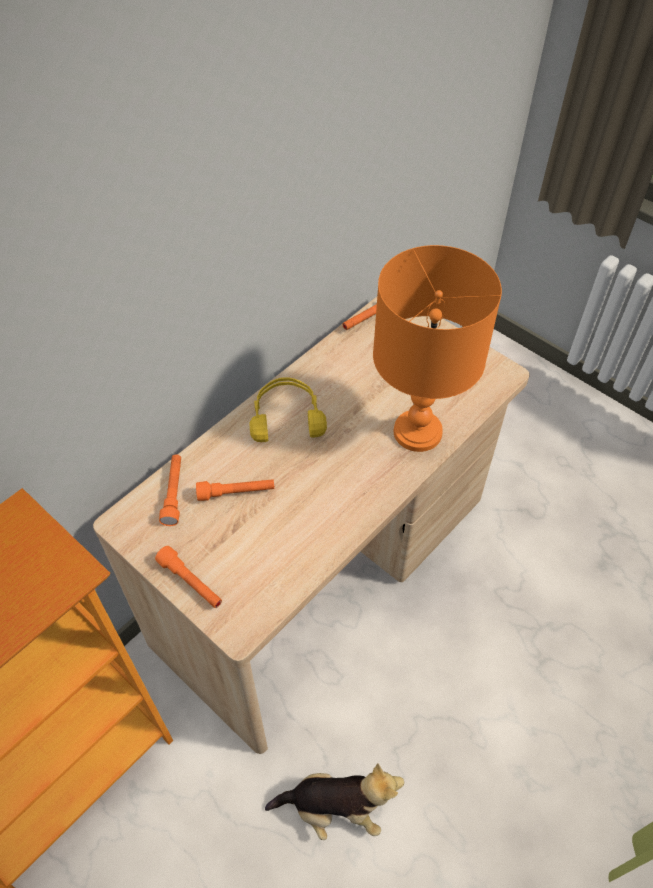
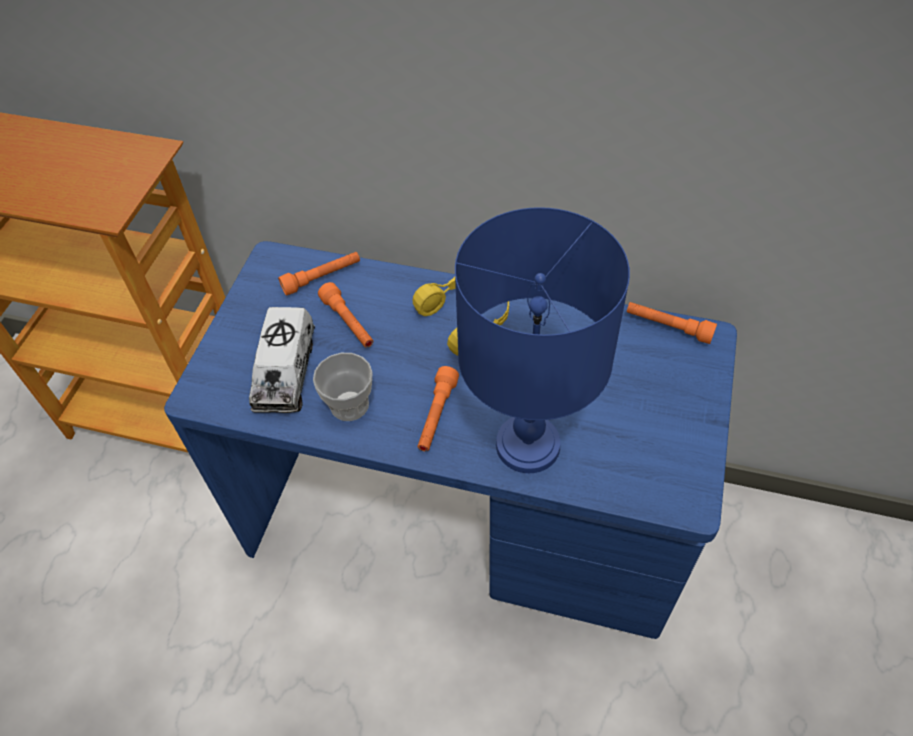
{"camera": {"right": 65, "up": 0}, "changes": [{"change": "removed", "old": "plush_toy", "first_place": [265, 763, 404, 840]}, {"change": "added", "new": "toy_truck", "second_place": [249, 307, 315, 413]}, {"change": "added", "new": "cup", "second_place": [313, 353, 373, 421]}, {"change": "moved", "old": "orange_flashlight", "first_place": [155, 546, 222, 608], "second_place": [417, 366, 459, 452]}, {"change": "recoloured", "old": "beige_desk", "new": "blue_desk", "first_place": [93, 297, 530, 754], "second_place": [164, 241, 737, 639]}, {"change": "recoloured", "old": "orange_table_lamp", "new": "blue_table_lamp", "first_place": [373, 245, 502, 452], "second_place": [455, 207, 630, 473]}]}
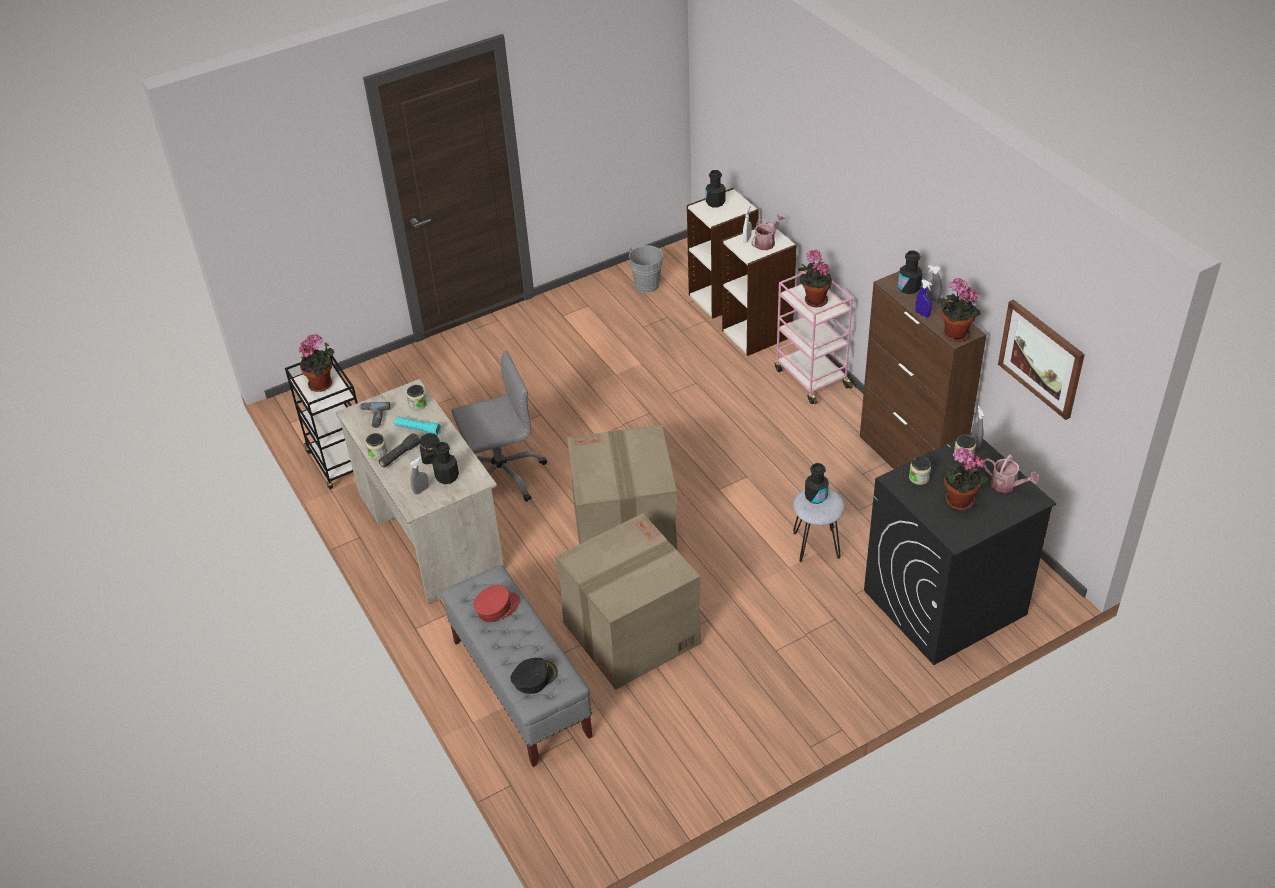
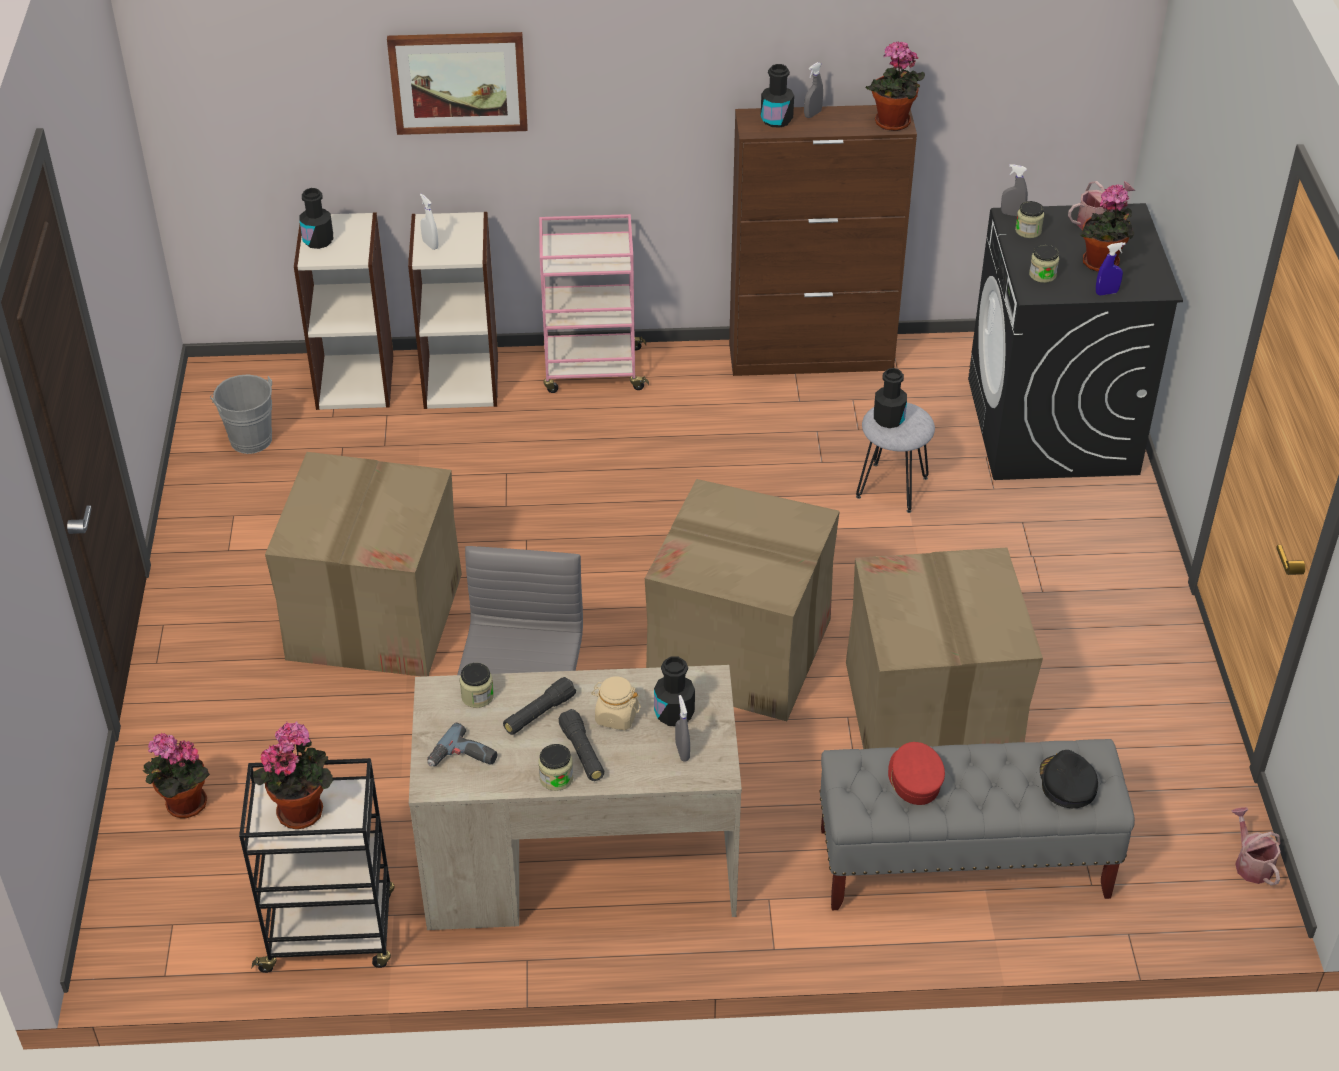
{"camera": {"right": -65, "up": 0}, "changes": [{"change": "added", "new": "cardboard_box", "second_place": [265, 452, 462, 677]}, {"change": "moved", "old": "watering_can", "first_place": [751, 214, 785, 250], "second_place": [1232, 807, 1281, 886]}, {"change": "moved", "old": "potted_plant", "first_place": [798, 249, 832, 307], "second_place": [143, 733, 210, 818]}, {"change": "moved", "old": "blue_spray_bottle", "first_place": [915, 279, 932, 318], "second_place": [1096, 242, 1126, 295]}, {"change": "moved", "old": "picture", "first_place": [998, 299, 1085, 420], "second_place": [387, 32, 528, 135]}, {"change": "recoloured", "old": "turquoise_flashlight", "new": "black_flashlight", "first_place": [395, 417, 441, 435], "second_place": [503, 677, 576, 735]}, {"change": "recoloured", "old": "black_jar", "new": "beige_jar", "first_place": [420, 432, 440, 464], "second_place": [591, 676, 641, 730]}]}
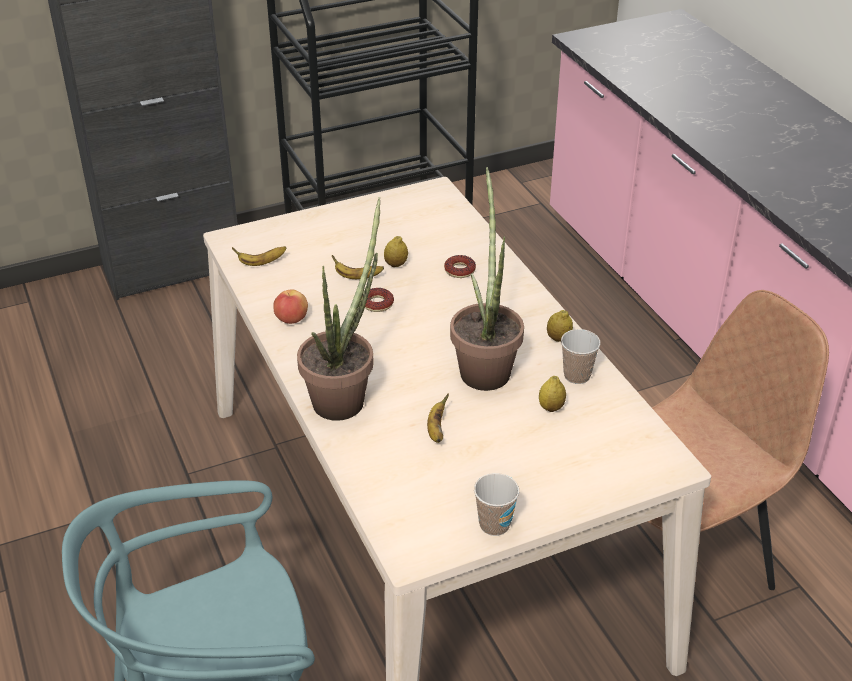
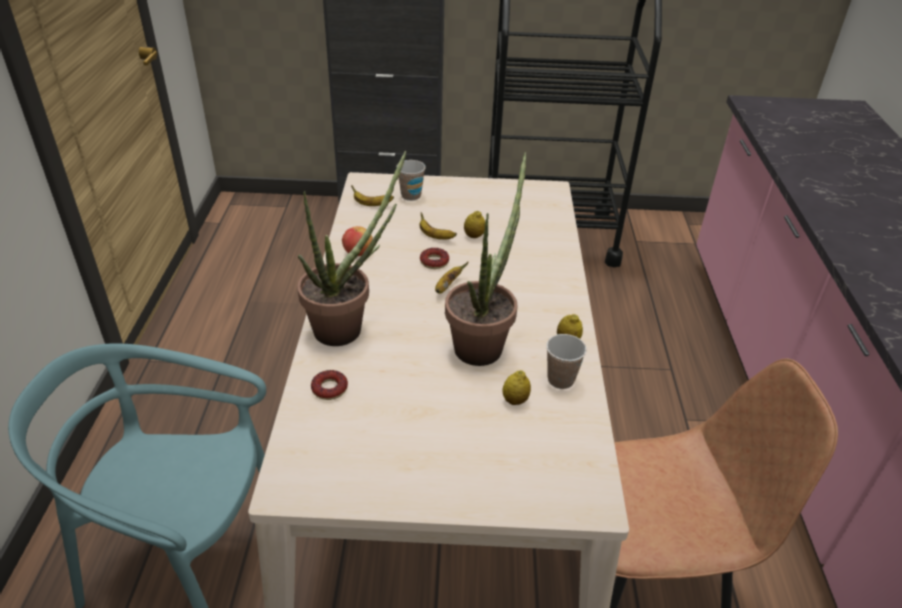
{"camera": {"right": 25, "up": 0}, "changes": [{"change": "moved", "old": "banana", "first_place": [427, 393, 449, 443], "second_place": [435, 262, 468, 294]}, {"change": "moved", "old": "donut", "first_place": [444, 255, 476, 278], "second_place": [311, 370, 348, 400]}, {"change": "moved", "old": "cup", "first_place": [474, 473, 519, 536], "second_place": [396, 160, 426, 201]}]}
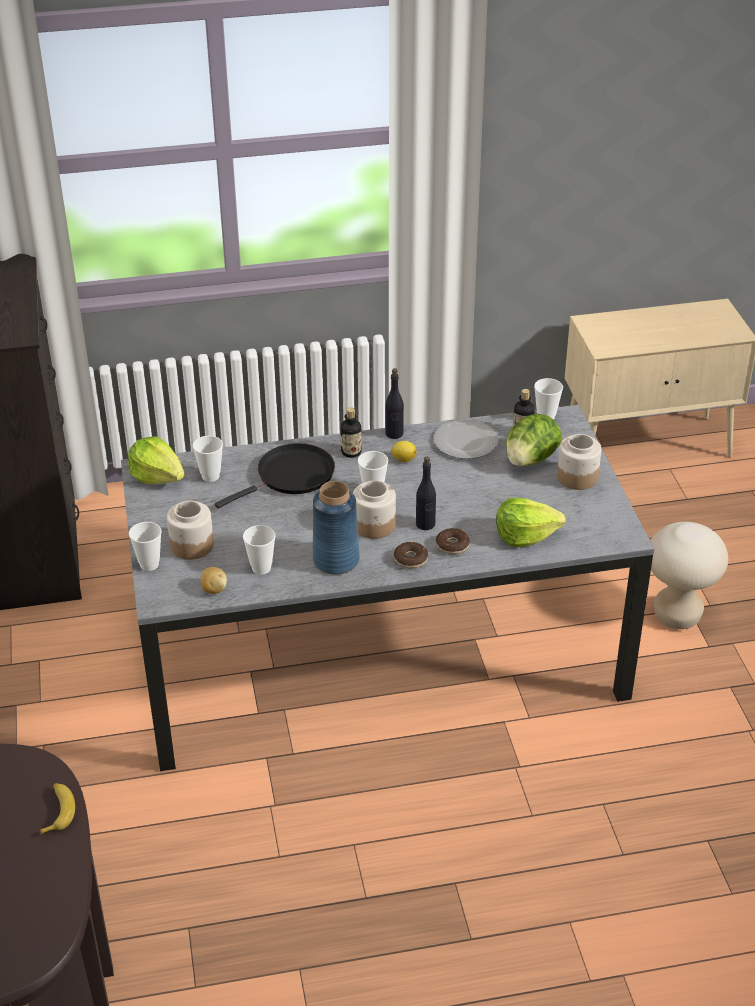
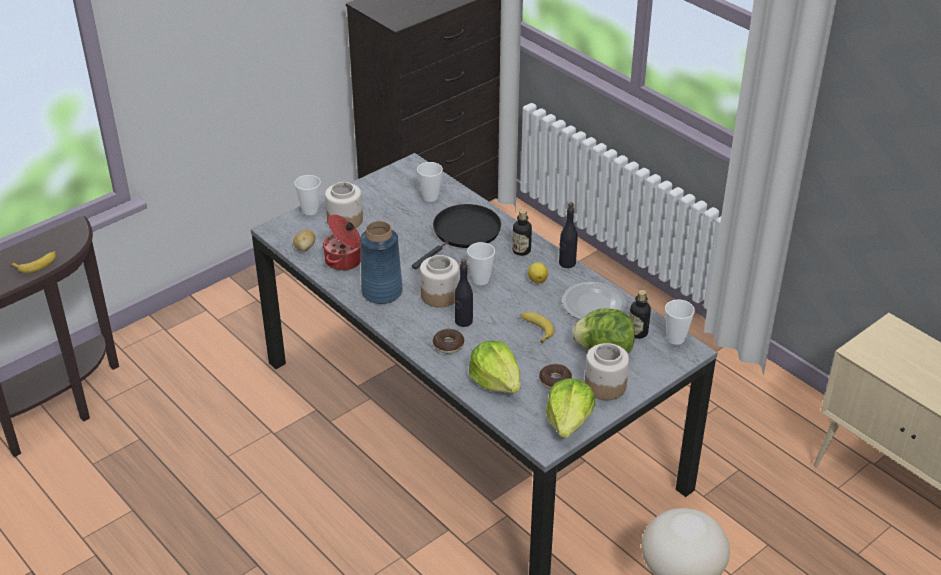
{"camera": {"right": 60, "up": 0}, "changes": [{"change": "added", "new": "banana", "second_place": [521, 312, 554, 344]}, {"change": "moved", "old": "lettuce", "first_place": [128, 437, 185, 484], "second_place": [546, 378, 595, 438]}, {"change": "moved", "old": "donut", "first_place": [394, 542, 428, 569], "second_place": [539, 364, 572, 389]}, {"change": "replaced", "old": "cup", "new": "cooking_pot", "first_place": [243, 525, 276, 575], "second_place": [323, 215, 361, 271]}, {"change": "turned", "old": "black_frying_pan", "first_place": [215, 443, 335, 508], "second_place": [412, 204, 501, 269], "degrees": -75}]}
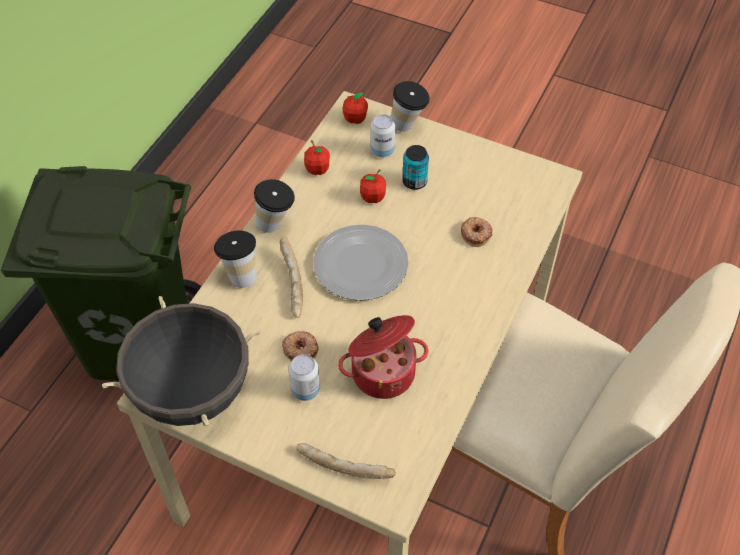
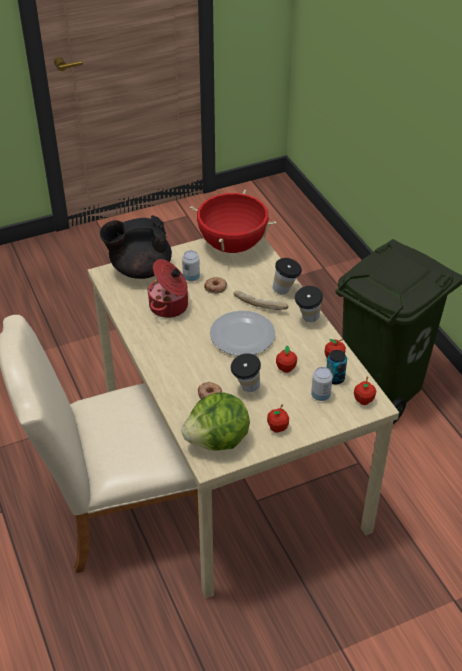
{"camera": {"right": 130, "up": -10}, "changes": [{"change": "added", "new": "lettuce", "second_place": [182, 392, 250, 451]}, {"change": "added", "new": "apple", "second_place": [267, 404, 289, 433]}, {"change": "moved", "old": "cup", "first_place": [391, 81, 430, 132], "second_place": [231, 353, 261, 392]}, {"change": "moved", "old": "can", "first_place": [402, 145, 429, 190], "second_place": [326, 350, 347, 385]}, {"change": "replaced", "old": "bread", "new": "black_teapot", "first_place": [296, 443, 396, 480], "second_place": [100, 215, 172, 279]}, {"change": "recoloured", "old": "black_cooking_pot", "new": "red_cooking_pot", "first_place": [102, 296, 260, 426], "second_place": [190, 190, 276, 253]}]}
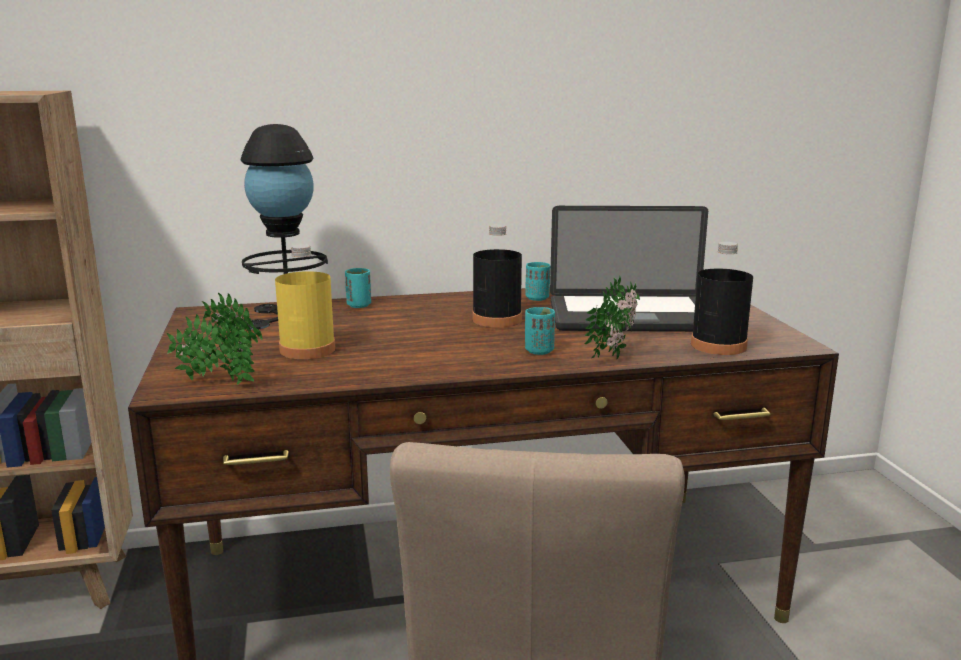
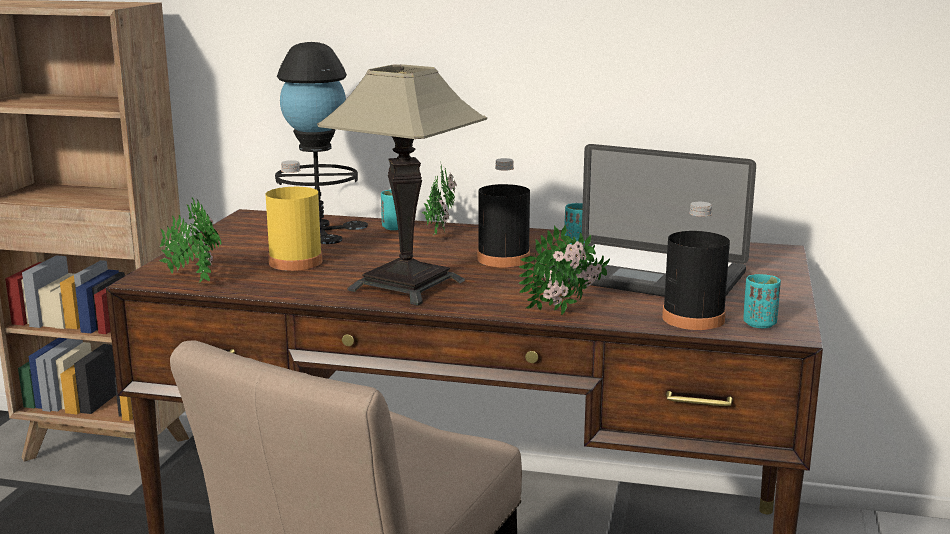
{"camera": {"right": 25, "up": 0}, "changes": [{"change": "added", "new": "table_lamp", "second_place": [317, 64, 487, 306]}, {"change": "added", "new": "potted_plant", "second_place": [421, 161, 457, 235]}, {"change": "moved", "old": "turquoise_cup", "first_place": [525, 307, 555, 355], "second_place": [744, 274, 781, 328]}]}
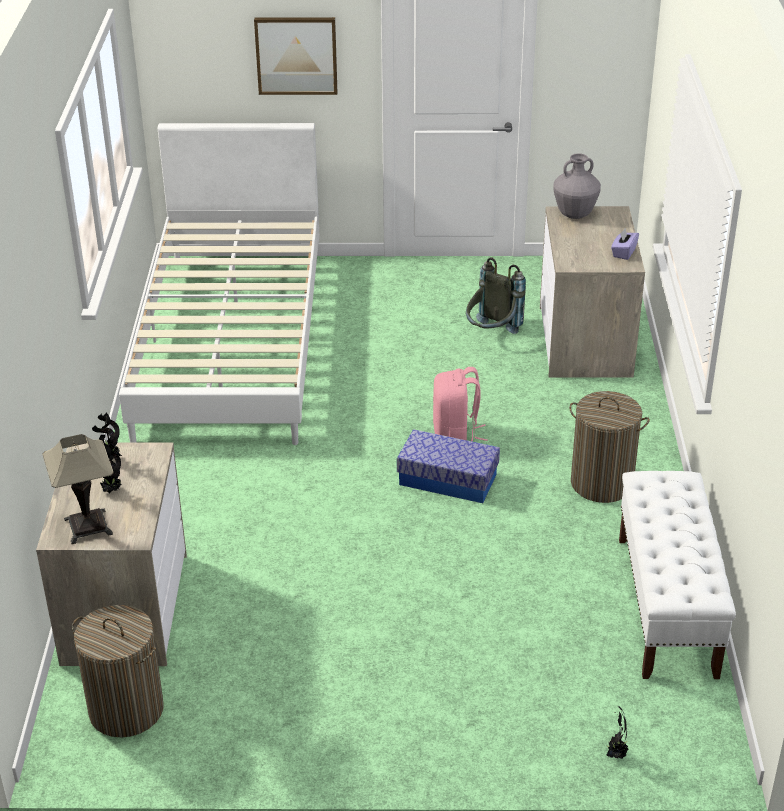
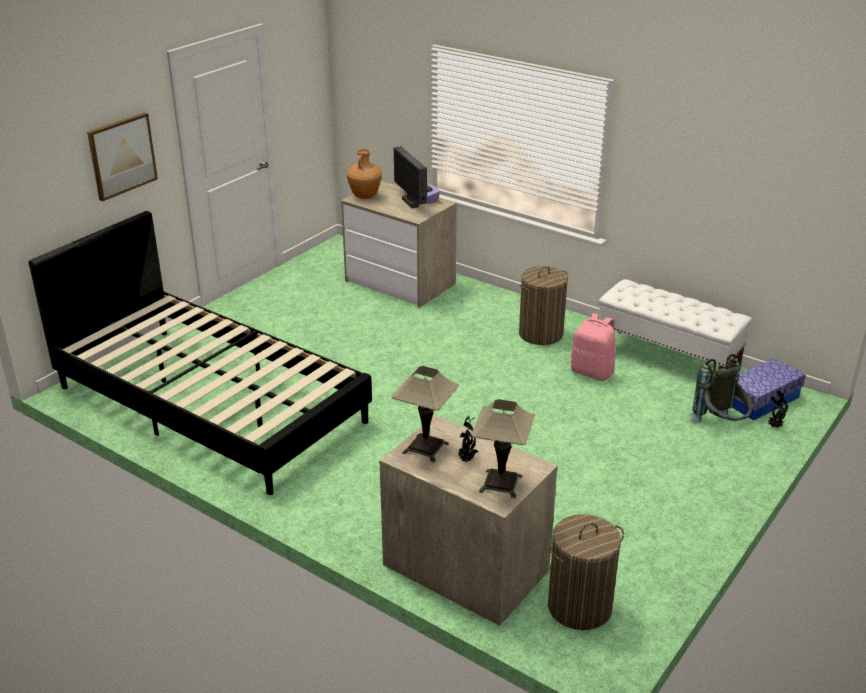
{"camera": {"right": -55, "up": -5}, "changes": [{"change": "added", "new": "monitor", "second_place": [394, 146, 427, 208]}, {"change": "moved", "old": "storage_box", "first_place": [397, 429, 500, 503], "second_place": [732, 358, 806, 421]}, {"change": "moved", "old": "pink_backpack", "first_place": [433, 367, 488, 442], "second_place": [571, 313, 616, 381]}, {"change": "moved", "old": "grey_backpack", "first_place": [466, 258, 526, 334], "second_place": [689, 354, 752, 422]}, {"change": "replaced", "old": "potted_plant", "new": "table_lamp", "first_place": [92, 412, 122, 460], "second_place": [392, 366, 459, 463]}, {"change": "recoloured", "old": "white_bed", "new": "black_bed", "first_place": [119, 123, 320, 445], "second_place": [28, 211, 372, 495]}, {"change": "recoloured", "old": "grey_vase", "new": "brown_vase", "first_place": [553, 153, 601, 219], "second_place": [347, 149, 382, 199]}]}
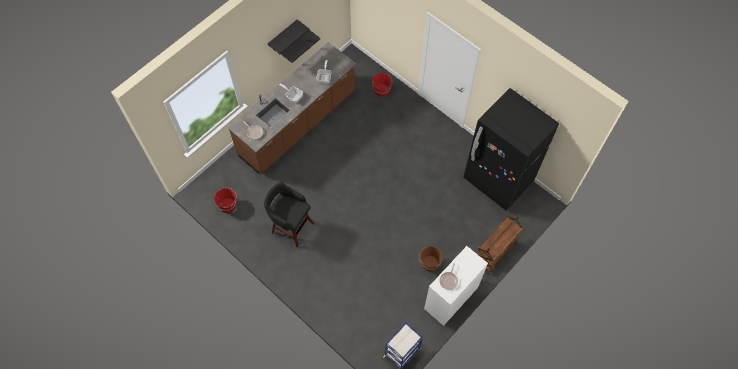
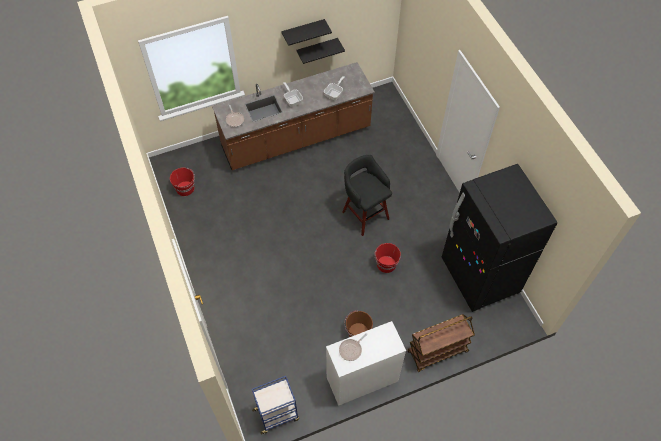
{"camera": {"right": 25, "up": -5}, "changes": [{"change": "moved", "old": "black_stool", "first_place": [264, 182, 314, 248], "second_place": [342, 155, 392, 236]}, {"change": "moved", "old": "red_bucket", "first_place": [372, 73, 393, 97], "second_place": [374, 243, 401, 273]}]}
